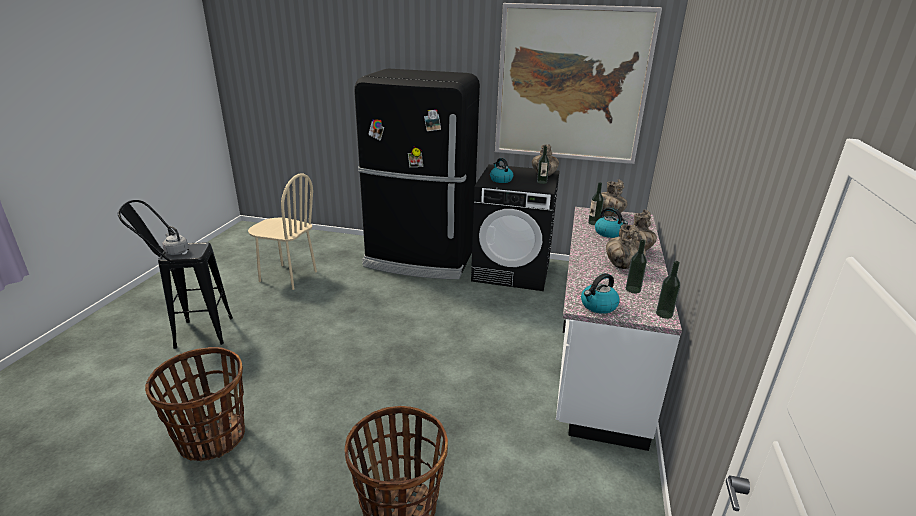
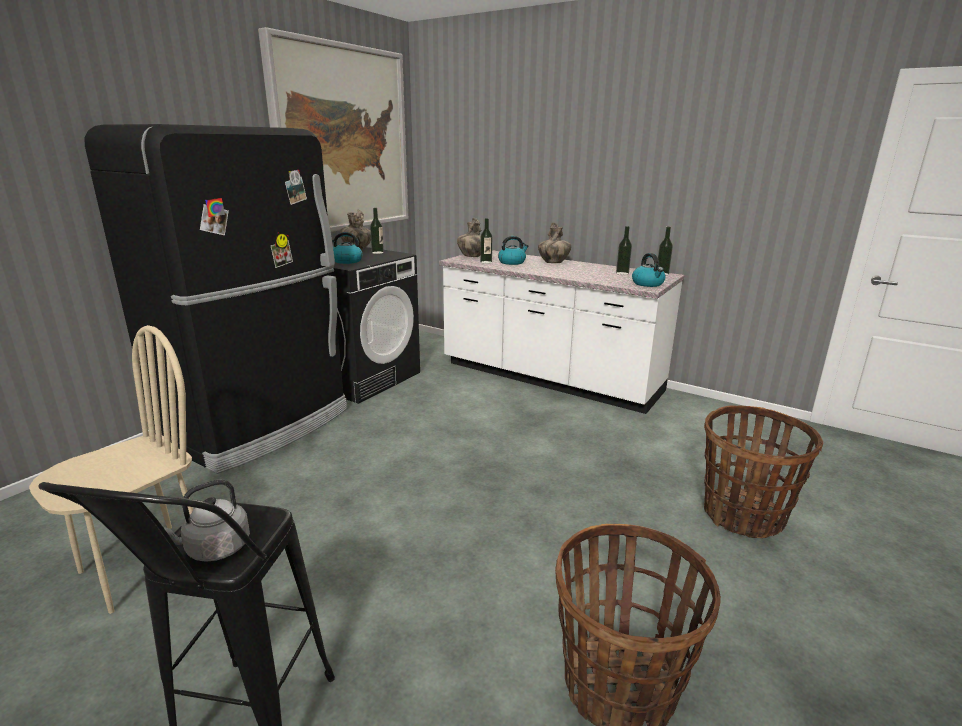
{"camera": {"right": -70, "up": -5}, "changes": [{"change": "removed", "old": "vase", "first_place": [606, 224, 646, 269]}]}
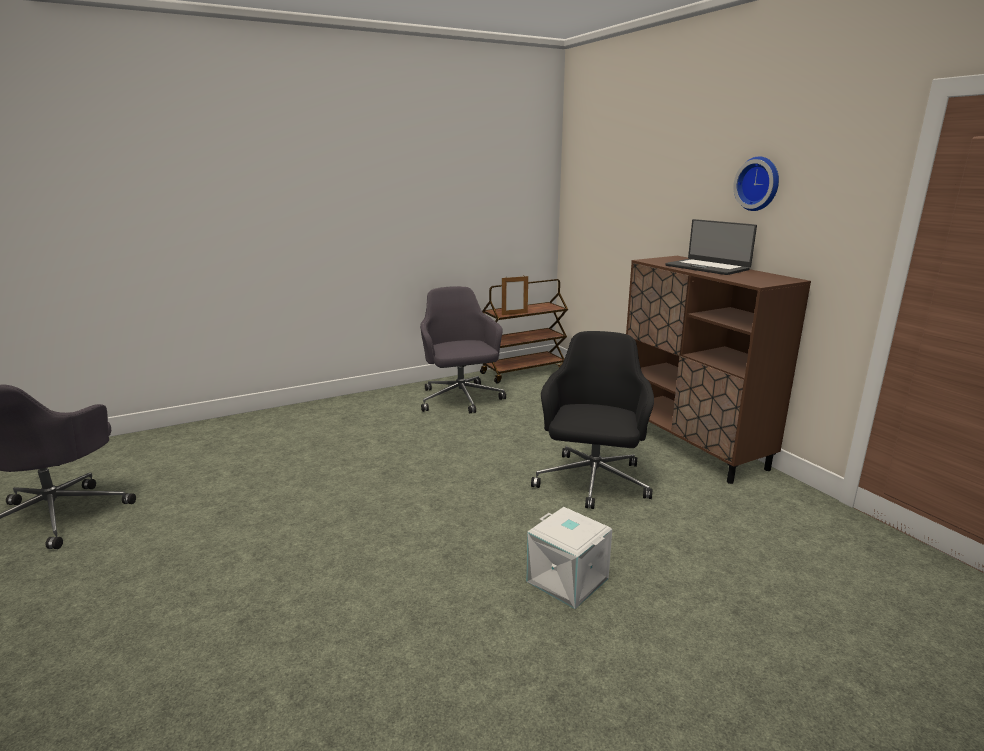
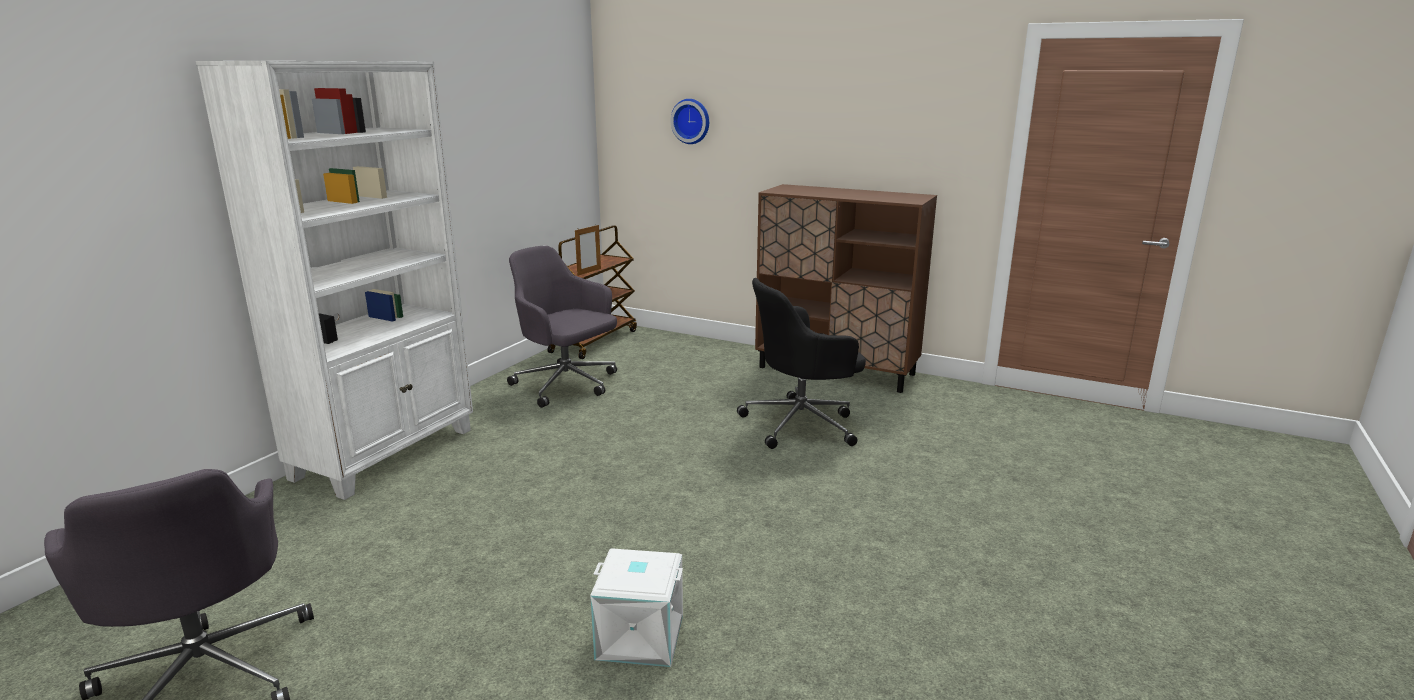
{"camera": {"right": -35, "up": 0}, "changes": [{"change": "removed", "old": "laptop", "first_place": [665, 219, 757, 275]}, {"change": "added", "new": "white_bookcase", "second_place": [196, 61, 473, 500]}, {"change": "moved", "old": "white_storage_box", "first_place": [526, 507, 612, 609], "second_place": [590, 548, 683, 667]}, {"change": "moved", "old": "wall_clock", "first_place": [733, 156, 779, 211], "second_place": [670, 99, 709, 144]}, {"change": "turned", "old": "black_office_chair", "first_place": [531, 331, 654, 509], "second_place": [737, 278, 866, 449], "degrees": -90}]}
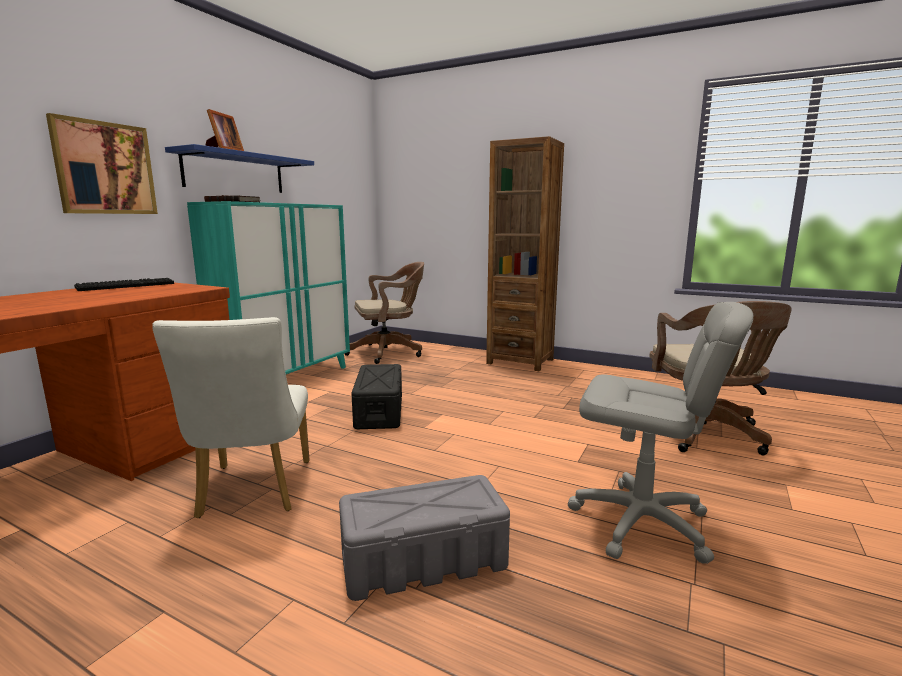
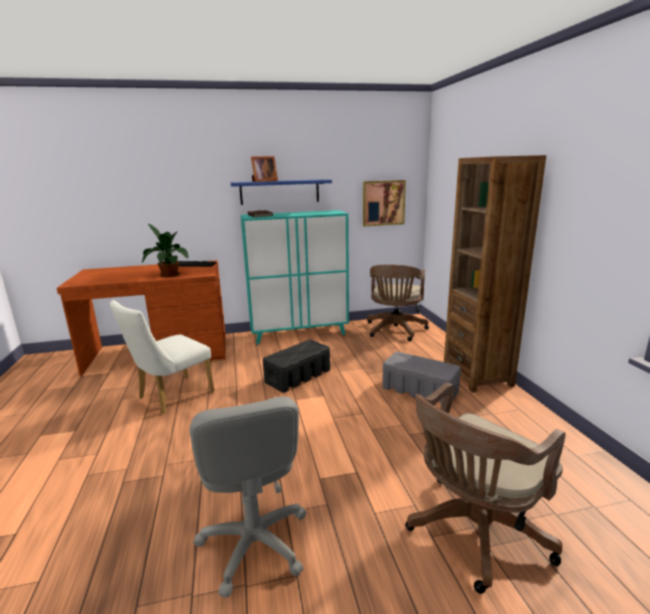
{"camera": {"right": 50, "up": 5}, "changes": [{"change": "added", "new": "potted_plant", "second_place": [142, 224, 188, 277]}, {"change": "moved", "old": "picture", "first_place": [46, 113, 158, 214], "second_place": [363, 180, 406, 227]}, {"change": "moved", "old": "grey_storage_box", "first_place": [339, 475, 510, 601], "second_place": [382, 352, 461, 405]}, {"change": "turned", "old": "brown_office_chair", "first_place": [344, 262, 424, 364], "second_place": [367, 264, 429, 341], "degrees": 75}]}
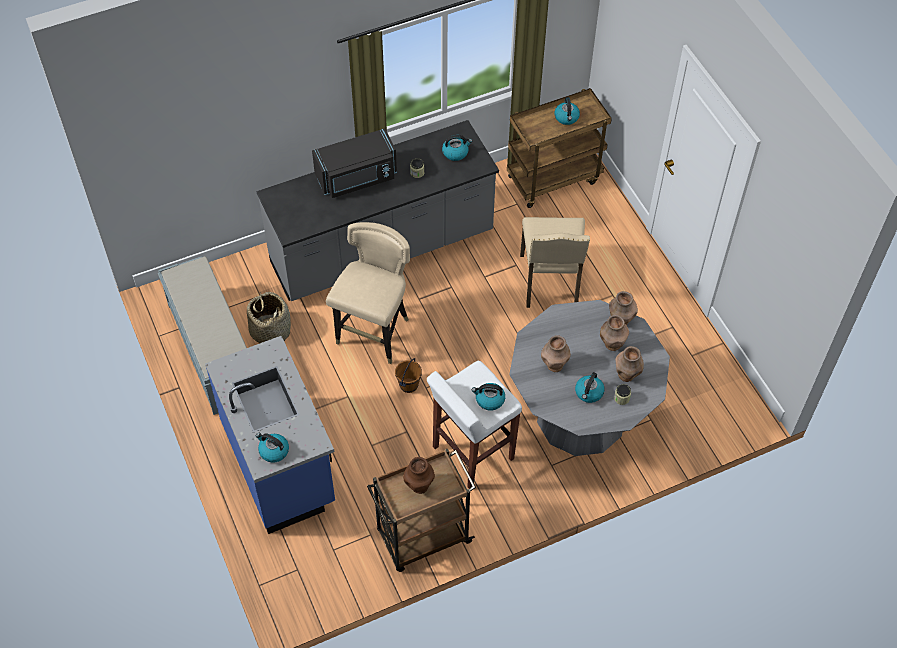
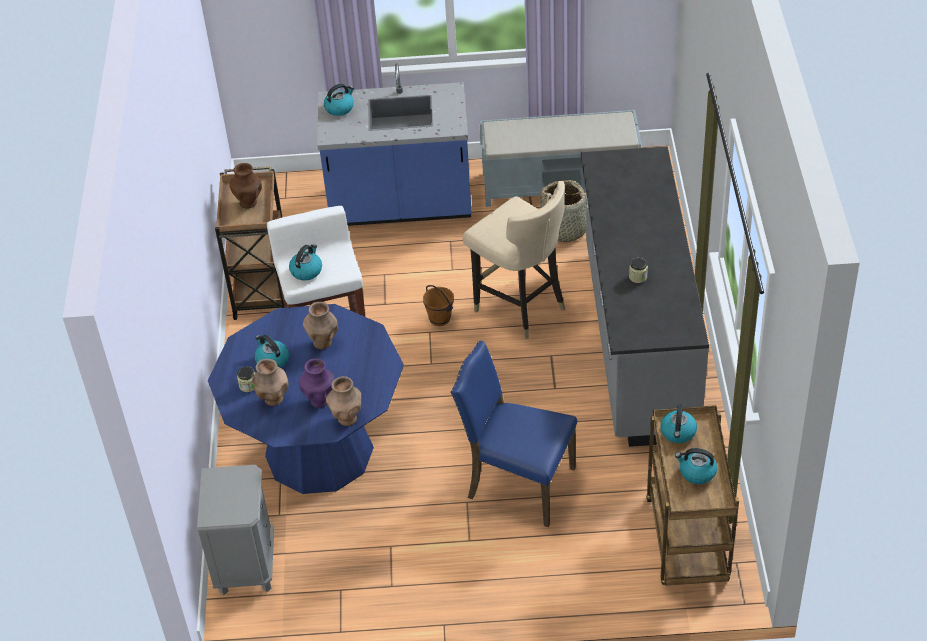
{"camera": {"right": 115, "up": -10}, "changes": [{"change": "removed", "old": "black_microwave", "first_place": [312, 128, 397, 198]}, {"change": "added", "new": "grey_nightstand", "second_place": [197, 465, 274, 595]}, {"change": "moved", "old": "kettle", "first_place": [442, 135, 472, 161], "second_place": [660, 404, 697, 443]}, {"change": "recoloured", "old": "grey_dining_table", "new": "blue_dining_table", "first_place": [509, 300, 670, 456], "second_place": [208, 304, 404, 494]}, {"change": "recoloured", "old": "beige_chair", "new": "blue_chair", "first_place": [520, 217, 590, 308], "second_place": [450, 341, 577, 527]}, {"change": "recoloured", "old": "brown_vase", "new": "purple_vase", "first_place": [600, 315, 629, 351], "second_place": [299, 359, 335, 408]}]}
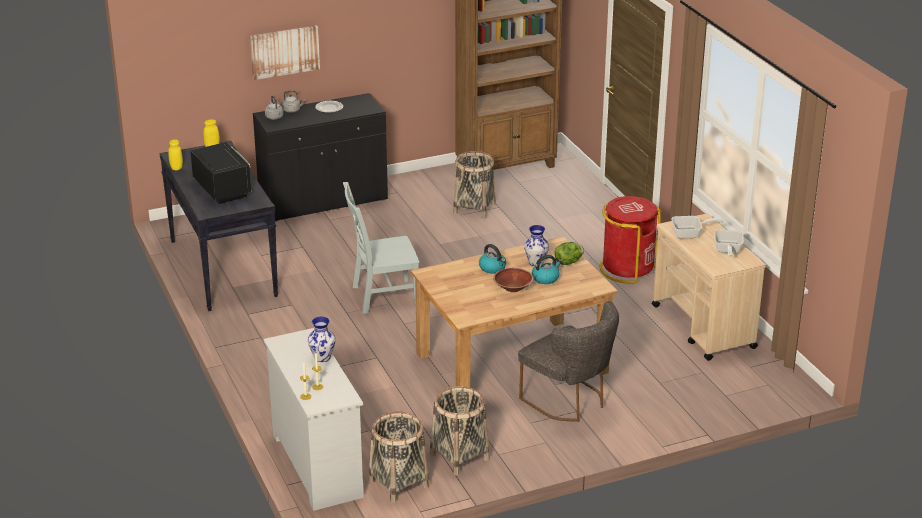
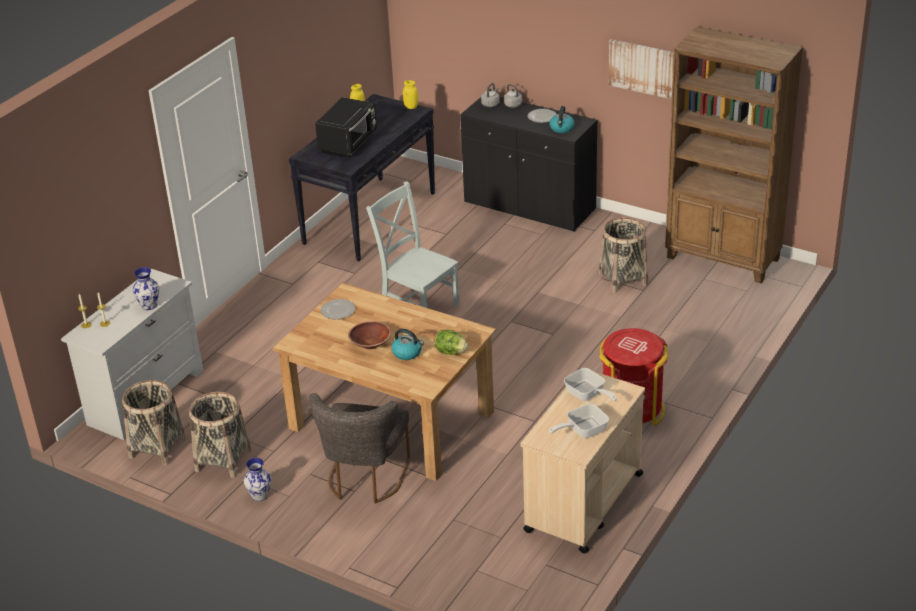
{"camera": {"right": 55, "up": 5}, "changes": [{"change": "added", "new": "plate", "second_place": [321, 299, 355, 319]}, {"change": "moved", "old": "picture", "first_place": [250, 25, 320, 80], "second_place": [609, 39, 674, 99]}, {"change": "moved", "old": "kettle", "first_place": [479, 244, 506, 274], "second_place": [550, 106, 575, 133]}, {"change": "moved", "old": "vase", "first_place": [524, 225, 549, 266], "second_place": [244, 458, 271, 501]}]}
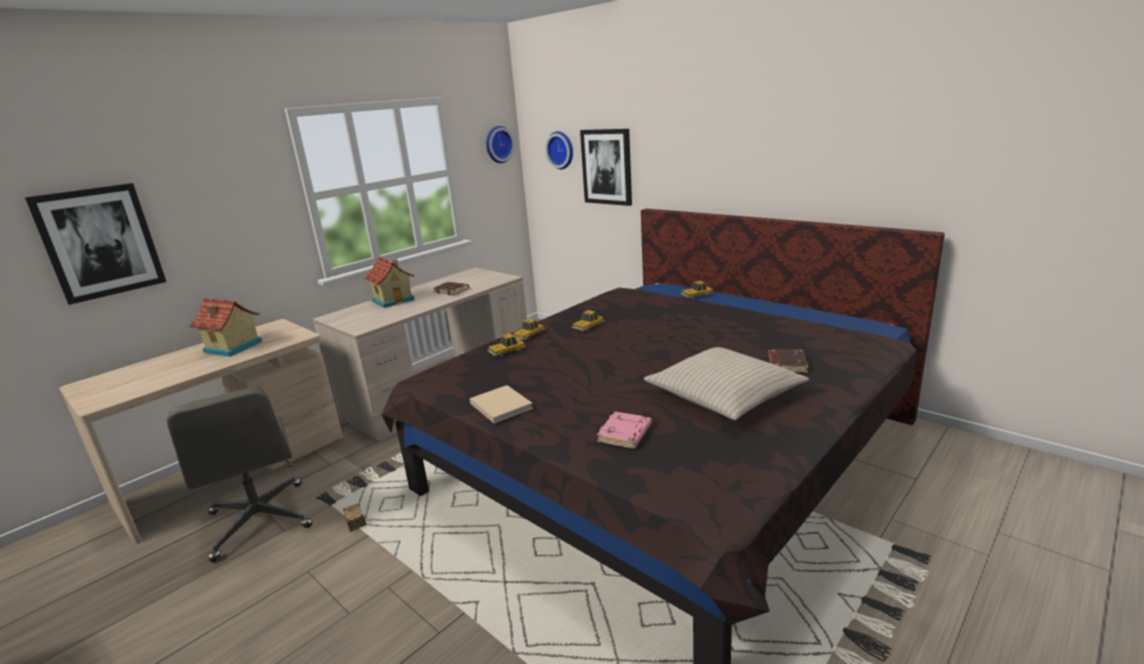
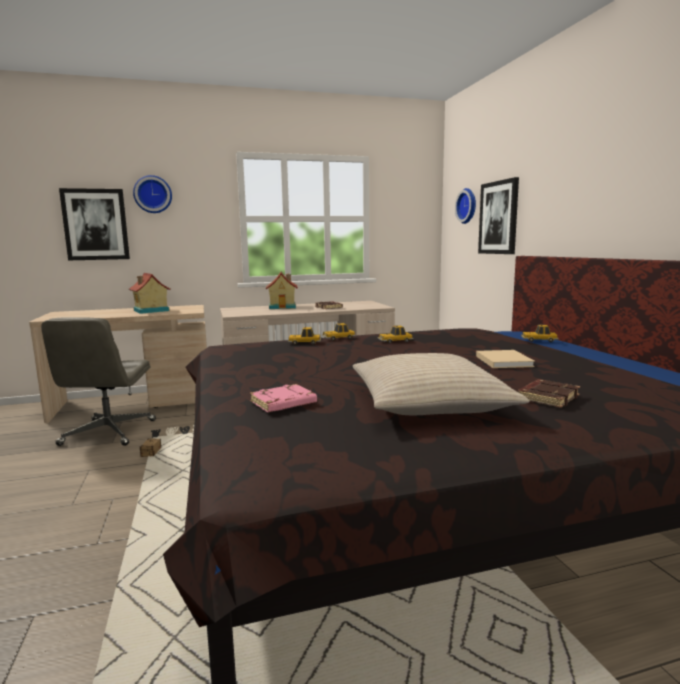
{"camera": {"right": 30, "up": -10}, "changes": [{"change": "moved", "old": "beige_book", "first_place": [470, 385, 533, 424], "second_place": [476, 350, 535, 368]}, {"change": "moved", "old": "wall_clock", "first_place": [486, 126, 515, 163], "second_place": [133, 175, 172, 213]}]}
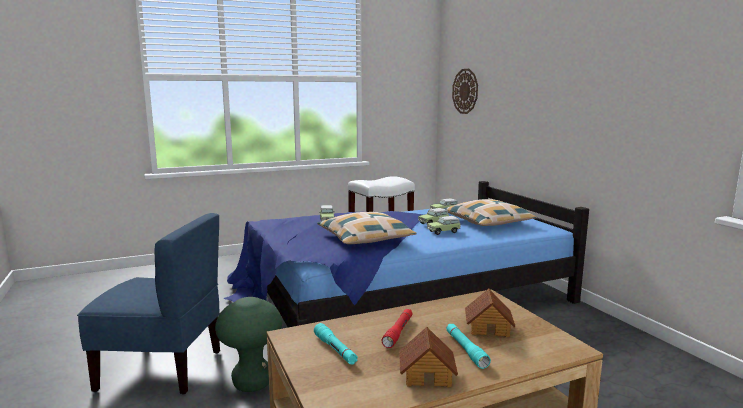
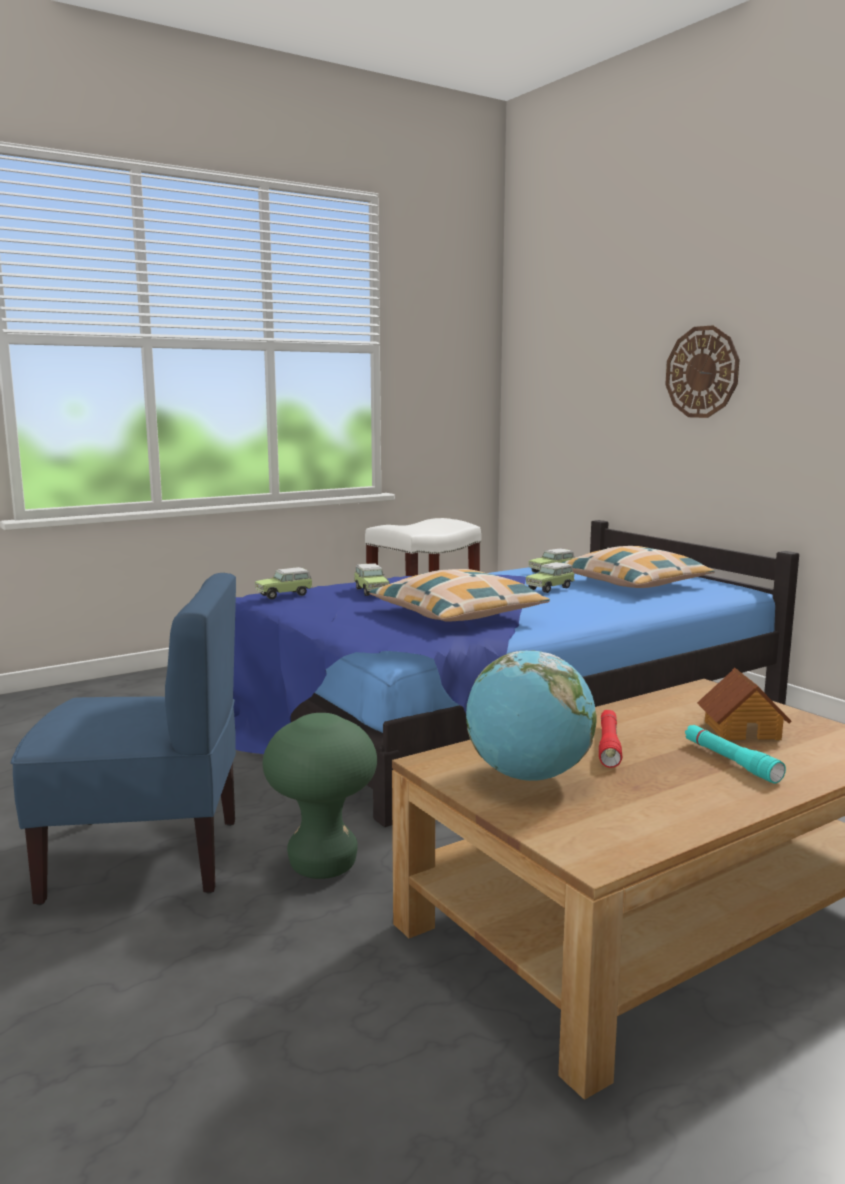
{"camera": {"right": -10, "up": 0}, "changes": [{"change": "removed", "old": "toy_house", "first_place": [399, 327, 458, 388]}, {"change": "moved", "old": "toy_car", "first_place": [427, 216, 461, 235], "second_place": [255, 567, 313, 600]}, {"change": "moved", "old": "wall_clock", "first_place": [452, 69, 478, 114], "second_place": [665, 325, 740, 418]}, {"change": "replaced", "old": "turquoise_flashlight", "new": "globe", "first_place": [314, 323, 358, 365], "second_place": [466, 651, 597, 781]}]}
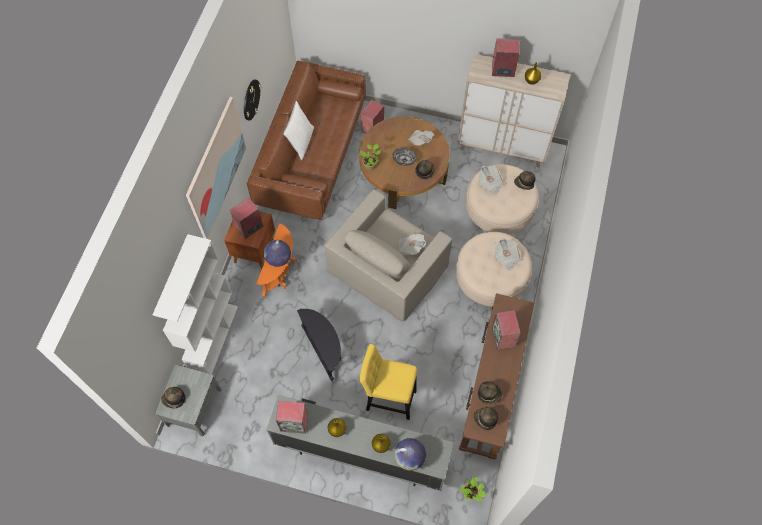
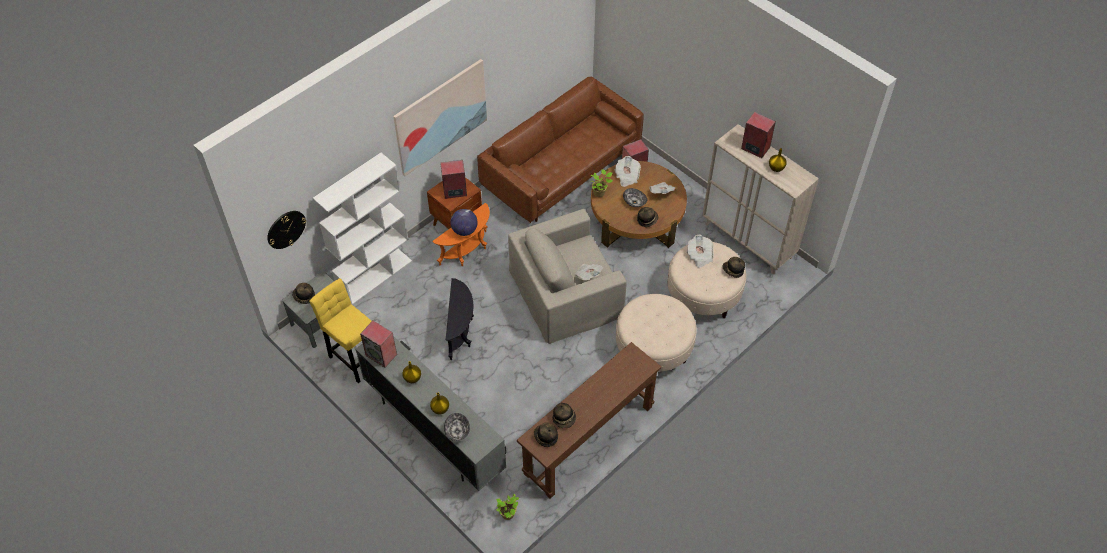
{"camera": {"right": 30, "up": -10}, "changes": [{"change": "removed", "old": "white_pillow", "first_place": [283, 101, 314, 160]}, {"change": "removed", "old": "speaker", "first_place": [491, 310, 521, 350]}, {"change": "moved", "old": "wall_clock", "first_place": [244, 80, 261, 121], "second_place": [267, 211, 306, 249]}, {"change": "moved", "old": "yellow_stool", "first_place": [359, 344, 417, 420], "second_place": [309, 278, 372, 383]}, {"change": "moved", "old": "newspaper", "first_place": [495, 238, 521, 271], "second_place": [614, 156, 641, 187]}, {"change": "replaced", "old": "globe", "new": "bowl", "first_place": [395, 438, 426, 471], "second_place": [444, 413, 470, 441]}]}
